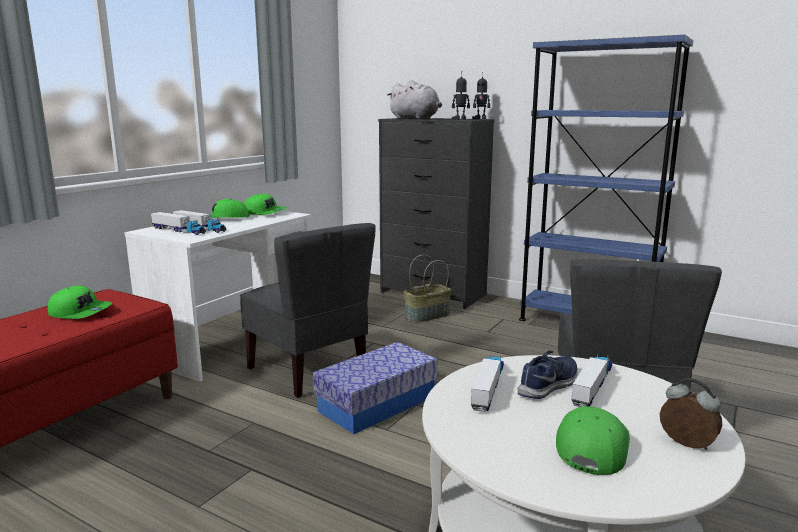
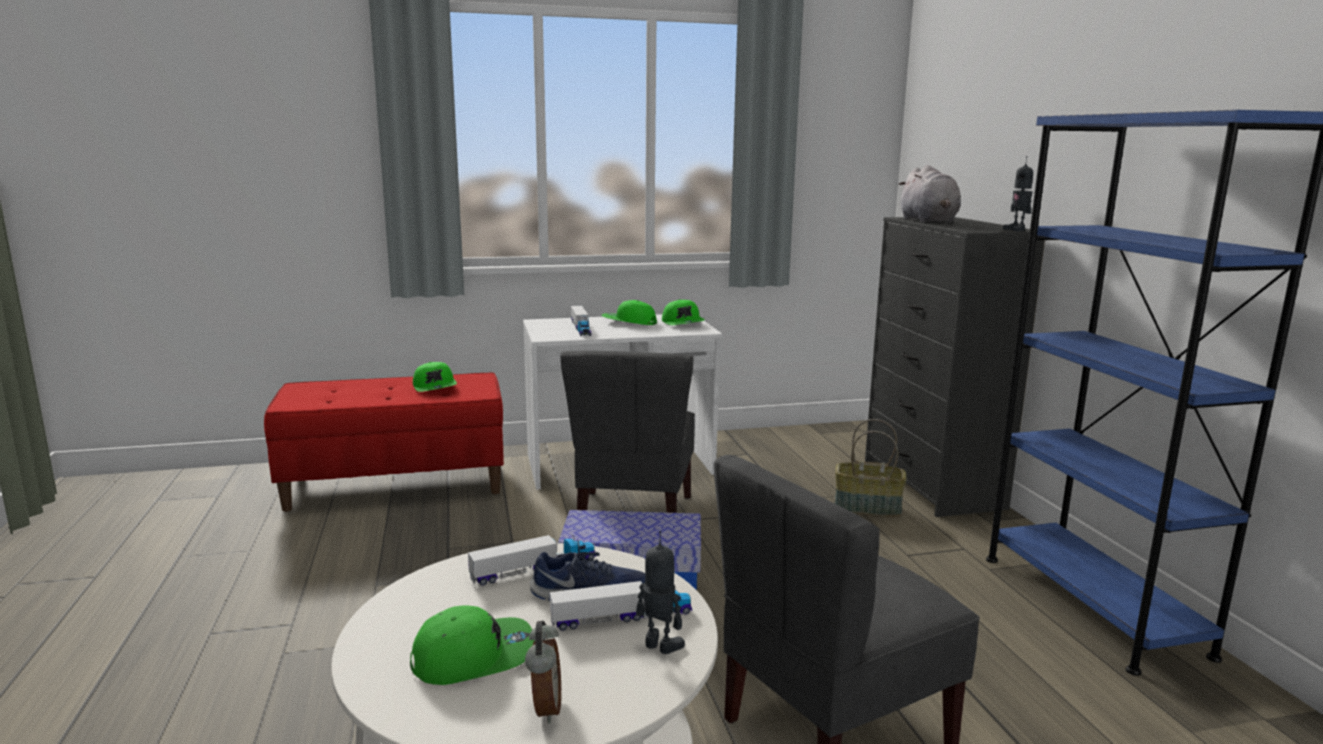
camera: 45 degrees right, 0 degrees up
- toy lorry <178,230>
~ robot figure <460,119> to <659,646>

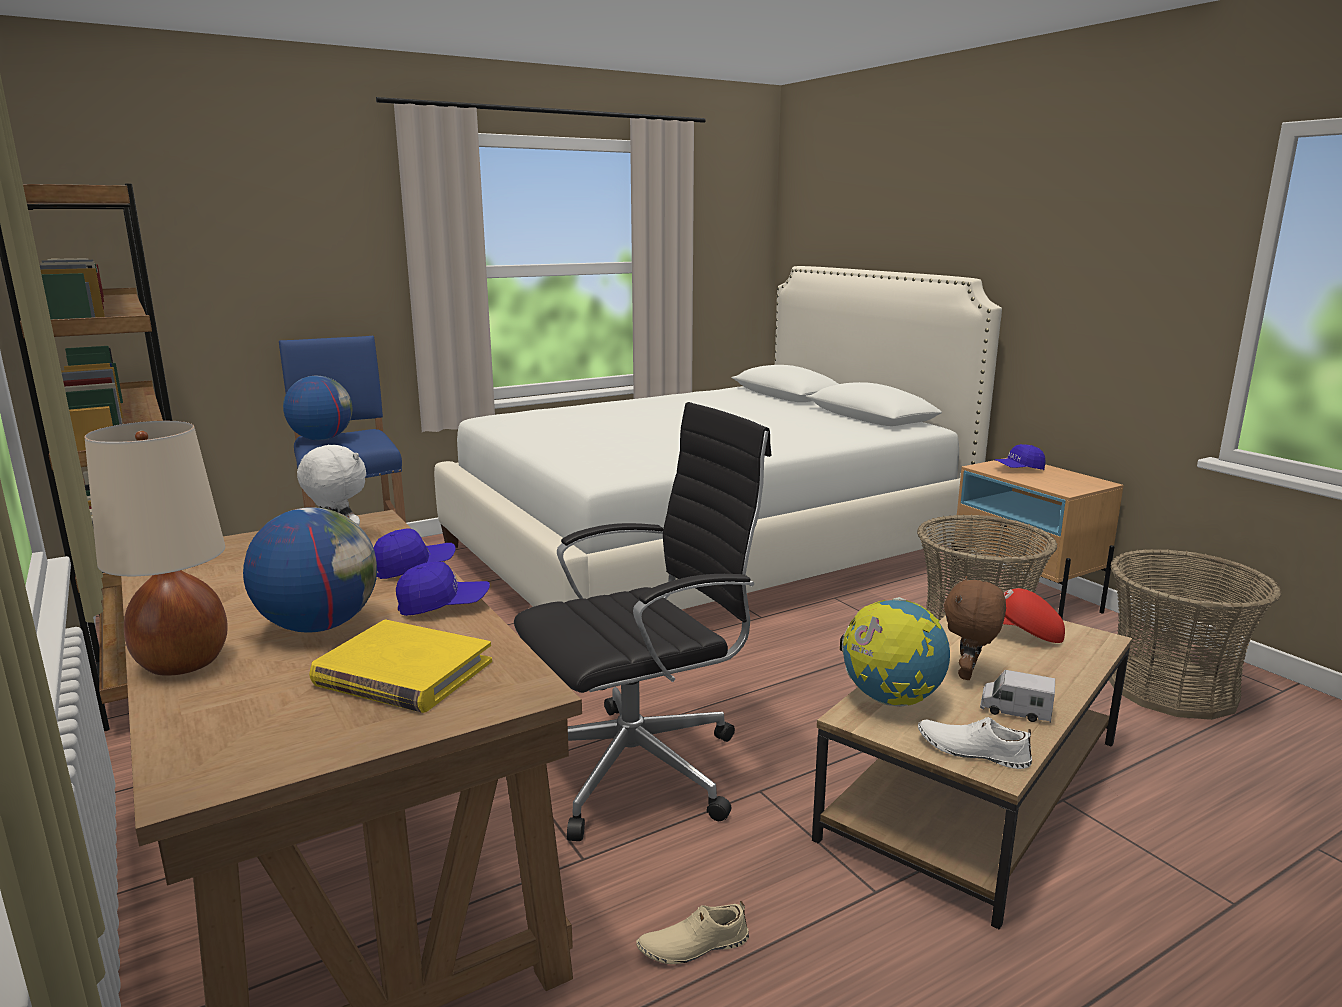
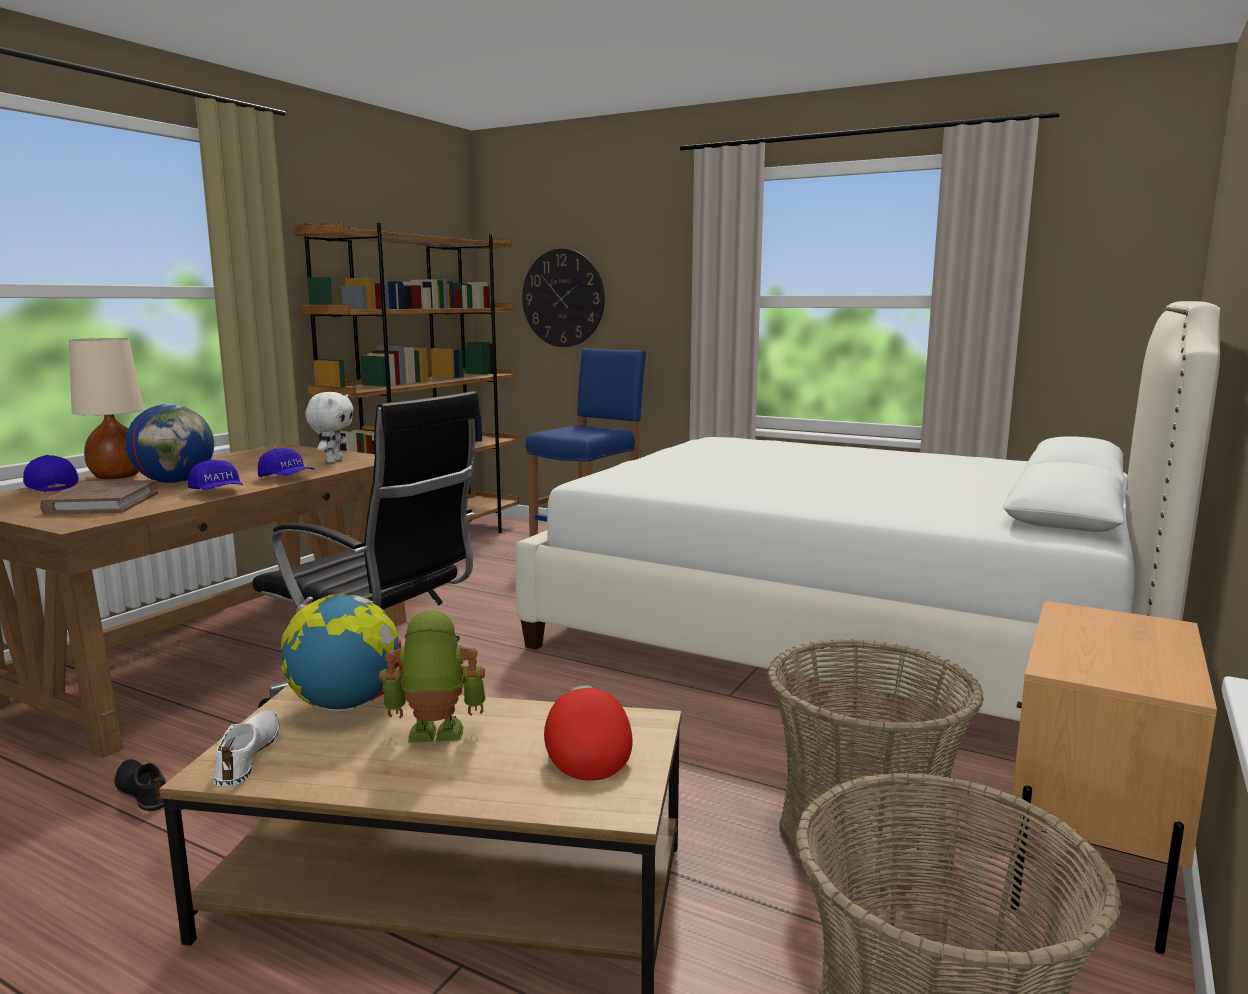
camera: 60 degrees right, 5 degrees down
- globe <321,439>
~ yellow bound book <402,673> to brown bound book <102,503>
~ beige item of footwear <693,945> to black-coloured item of footwear <143,791>
~ brown plush toy <968,674> to robot figure <434,735>
- toy lorry <1015,710>
~ blue-coloured cap <1019,469> to <50,486>
+ wall clock <563,298>

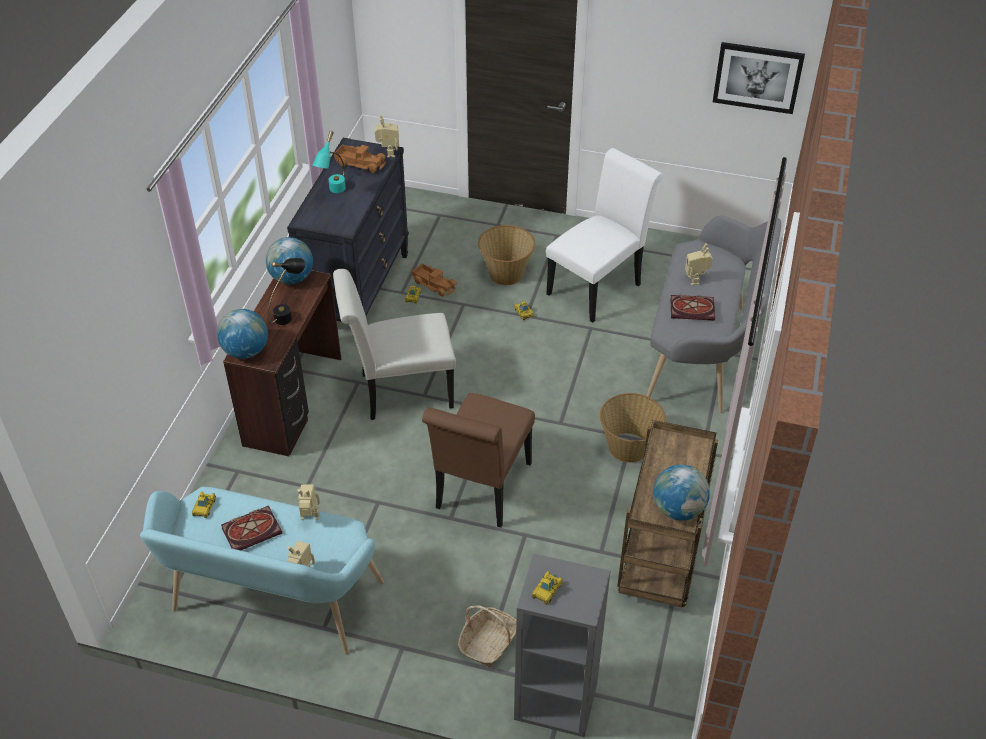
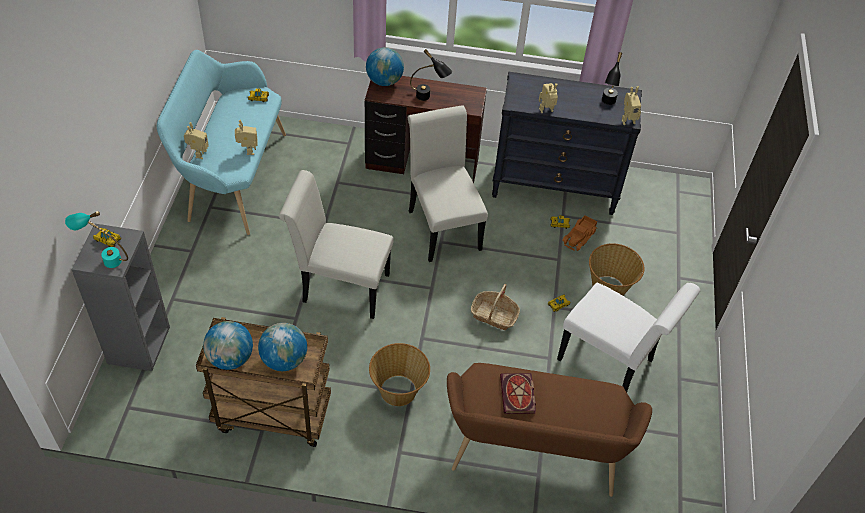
camera: 80 degrees right, 5 degrees up
- bound book <252,529>
~ globe <291,278> to <284,360>
~ turquoise tabletop lamp <333,193> to <104,259>
~ toy lorry <360,163> to black-coloured tabletop lamp <607,104>
~ brown plain chair <481,491> to white-coloured plain chair <339,286>
~ storage basket <488,642> to <494,315>
~ gray indoor bench <703,353> to brown indoor bench <533,456>
~ robot figure <696,280> to <546,111>
- wall picture <757,77>

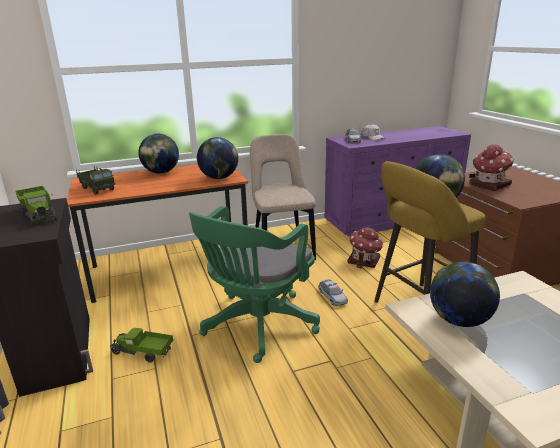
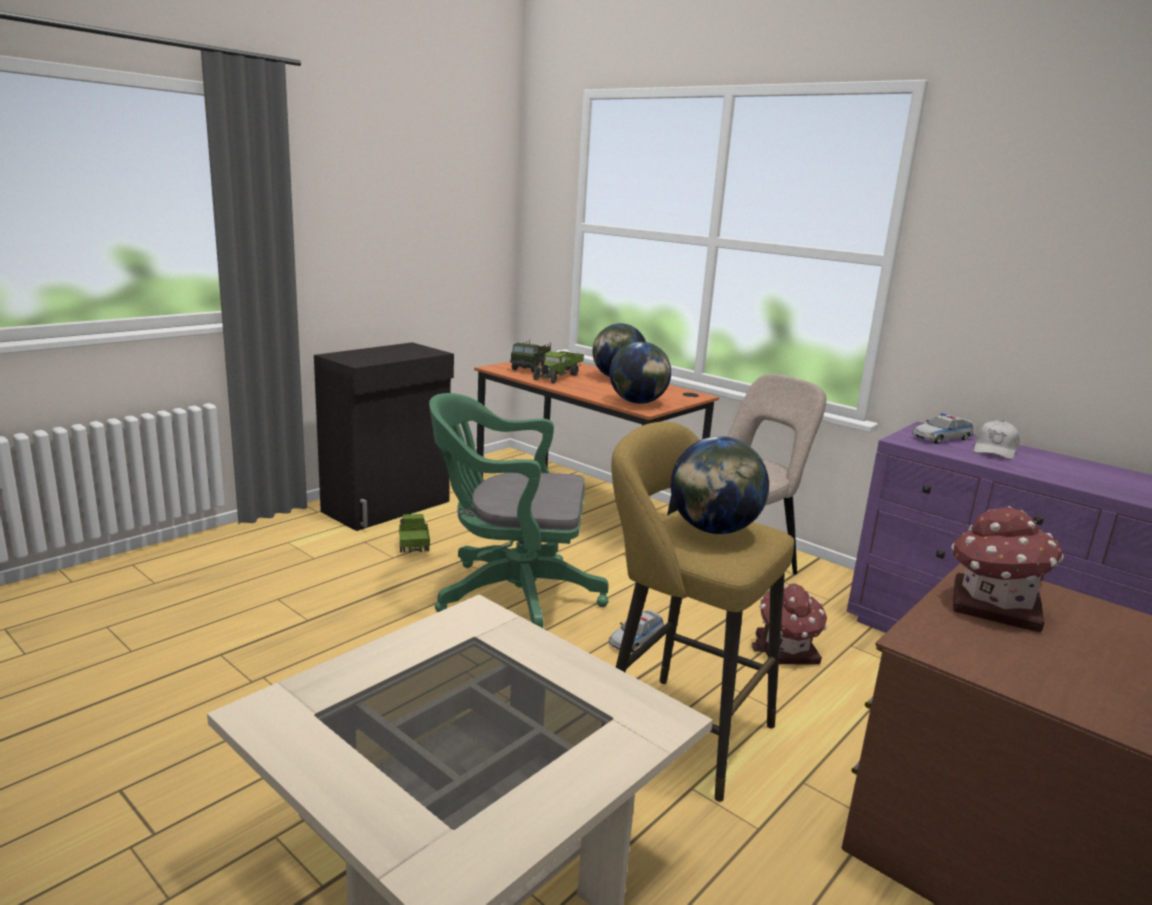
camera: 60 degrees right, 5 degrees down
~ toy lorry <39,214> to <558,376>
- globe <459,321>

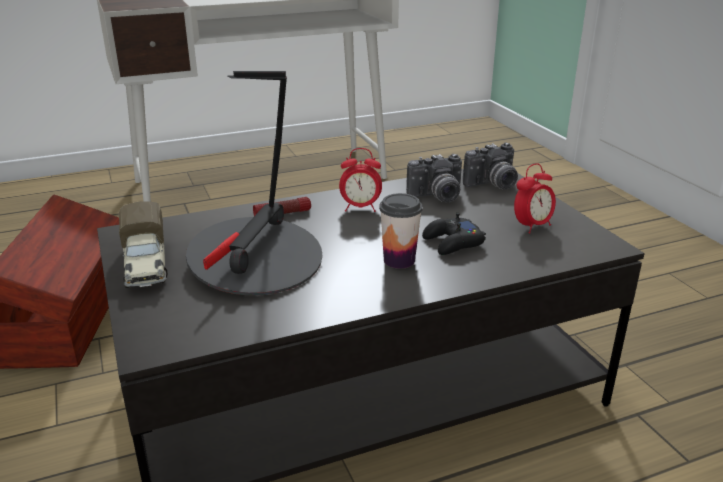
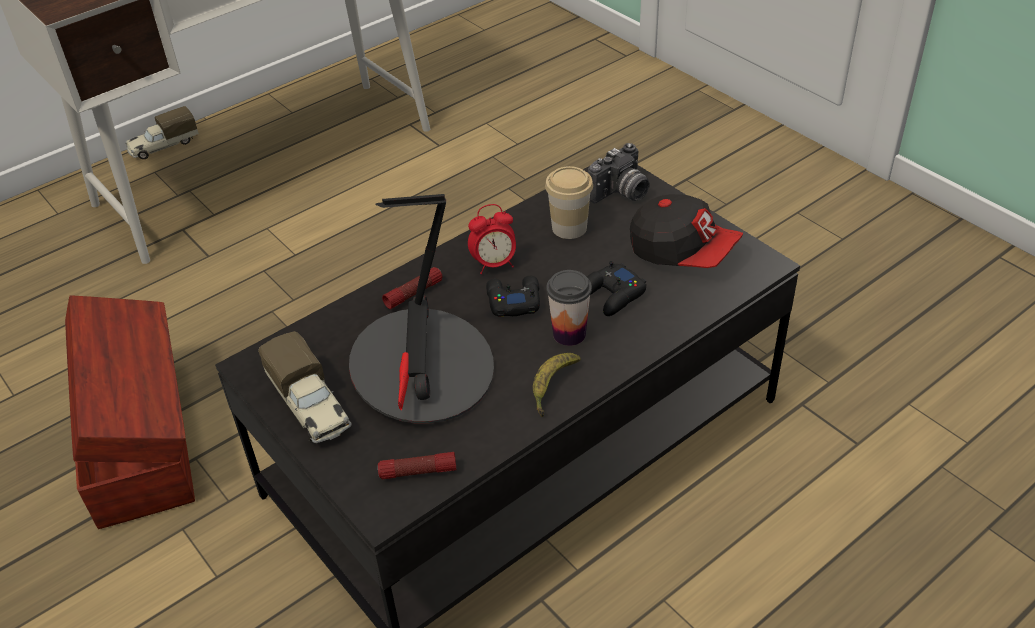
camera: 15 degrees left, 15 degrees up
~ photo camera <437,197> to drinking cup <569,228>
~ alarm clock <532,226> to cap <683,252>
+ toy lorry <163,146>
+ hand torch <418,472>
+ black-coloured game controller <513,301>
+ whole banana <552,387>

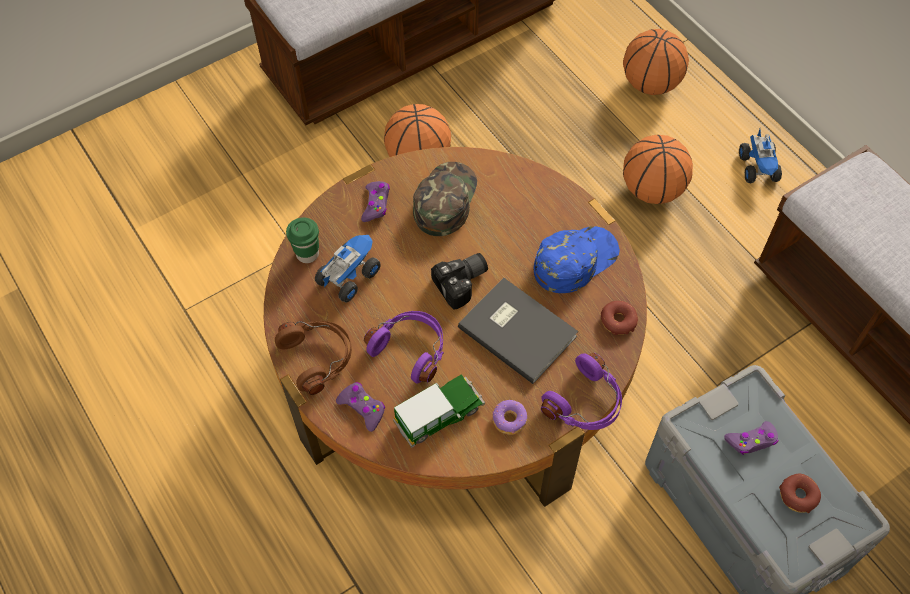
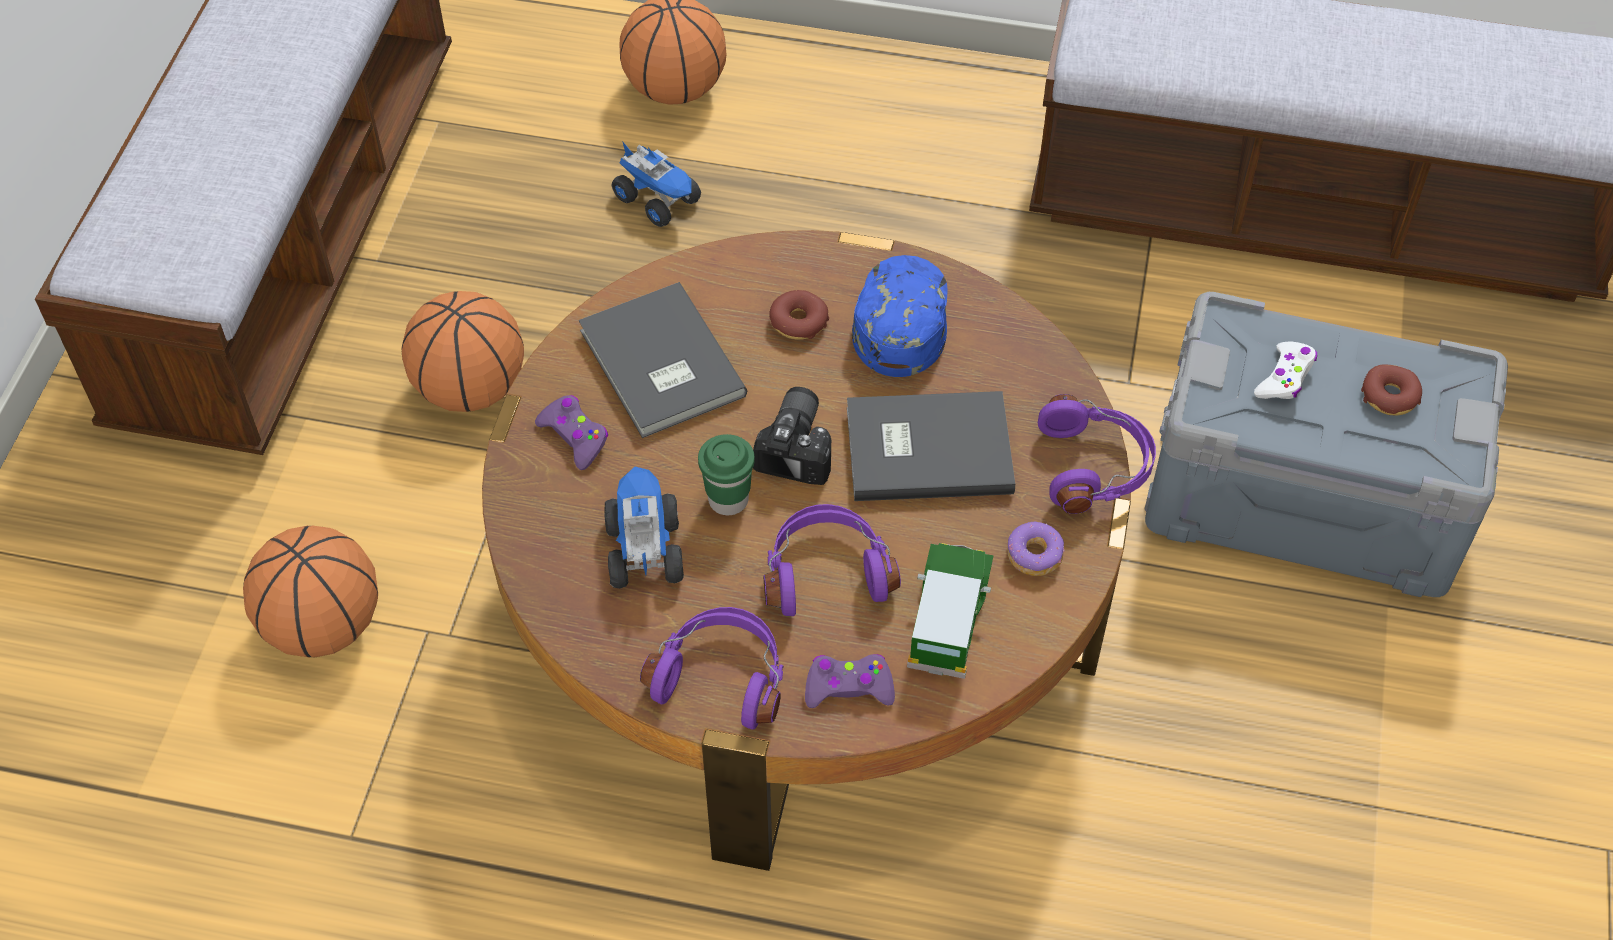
camera: 45 degrees left, 5 degrees down
~ brown pair of headphones <319,357> to purple-coloured pair of headphones <722,676>
~ green drinking cup <307,254> to <728,500>
~ green cap <444,200> to gray bound book <659,366>
~ doughnut <618,321> to <798,322>
~ ball for basketball <652,190> to <323,626>
~ purple-coloured game controller <751,441> to white-coloured game controller <1285,378>
~ toy lorry <758,168> to <658,200>

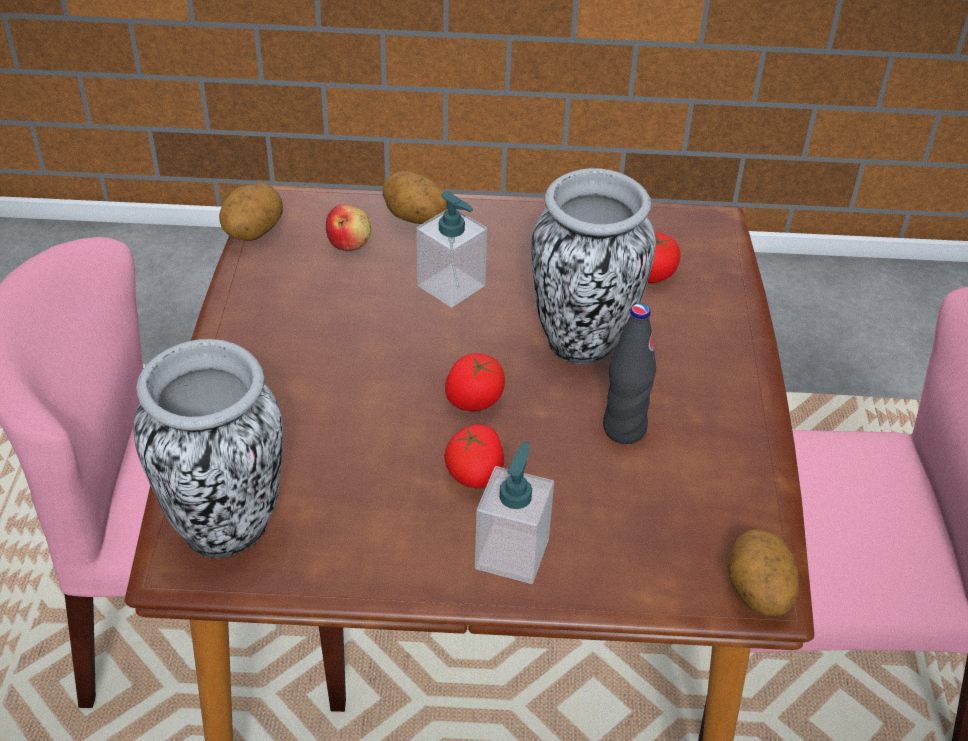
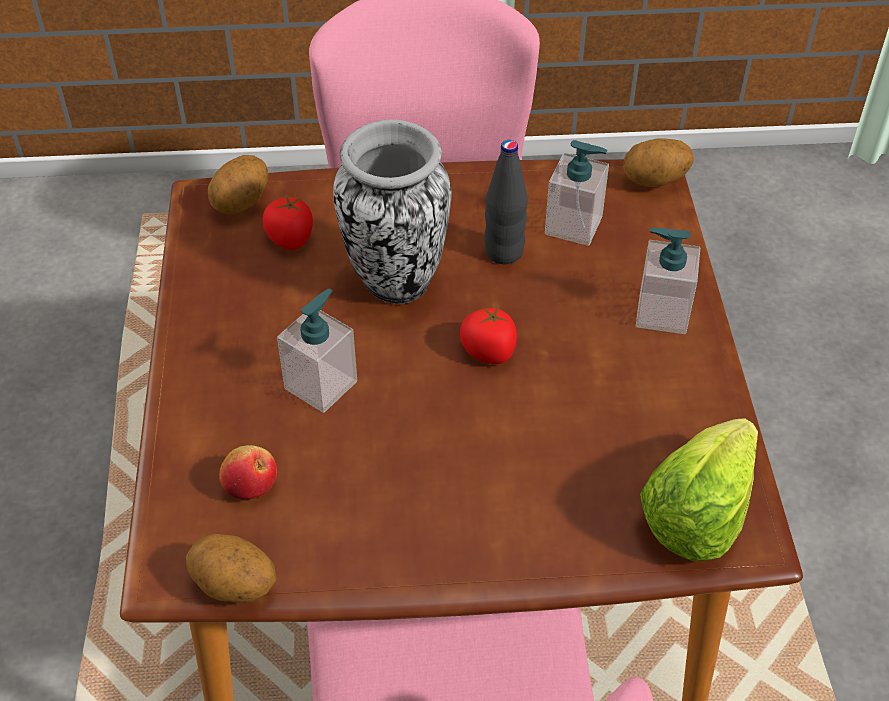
camera: 95 degrees left, 5 degrees up
~ decorative vase <225,527> to head of lettuce <697,514>
~ potato <414,219> to <242,203>
- fresh tomato <475,474>
+ soap bottle <574,225>

